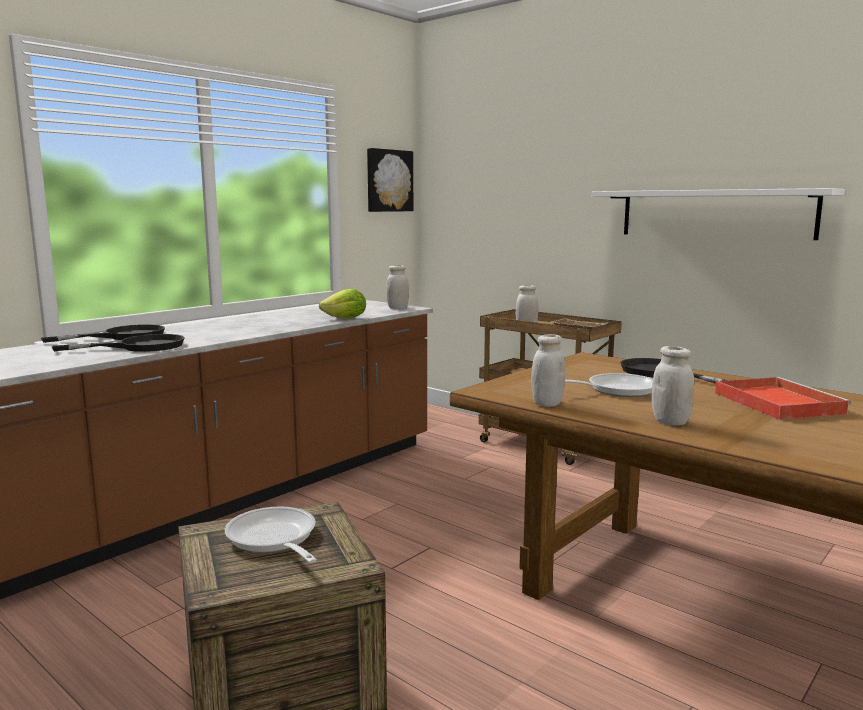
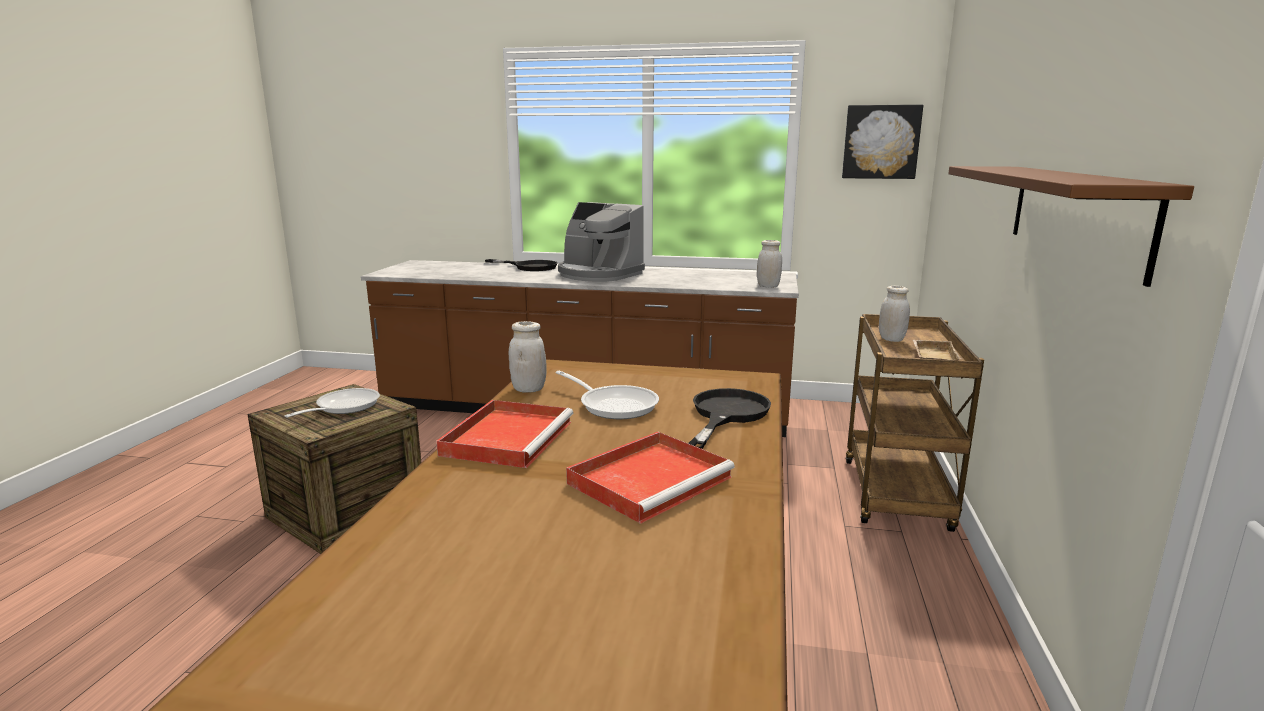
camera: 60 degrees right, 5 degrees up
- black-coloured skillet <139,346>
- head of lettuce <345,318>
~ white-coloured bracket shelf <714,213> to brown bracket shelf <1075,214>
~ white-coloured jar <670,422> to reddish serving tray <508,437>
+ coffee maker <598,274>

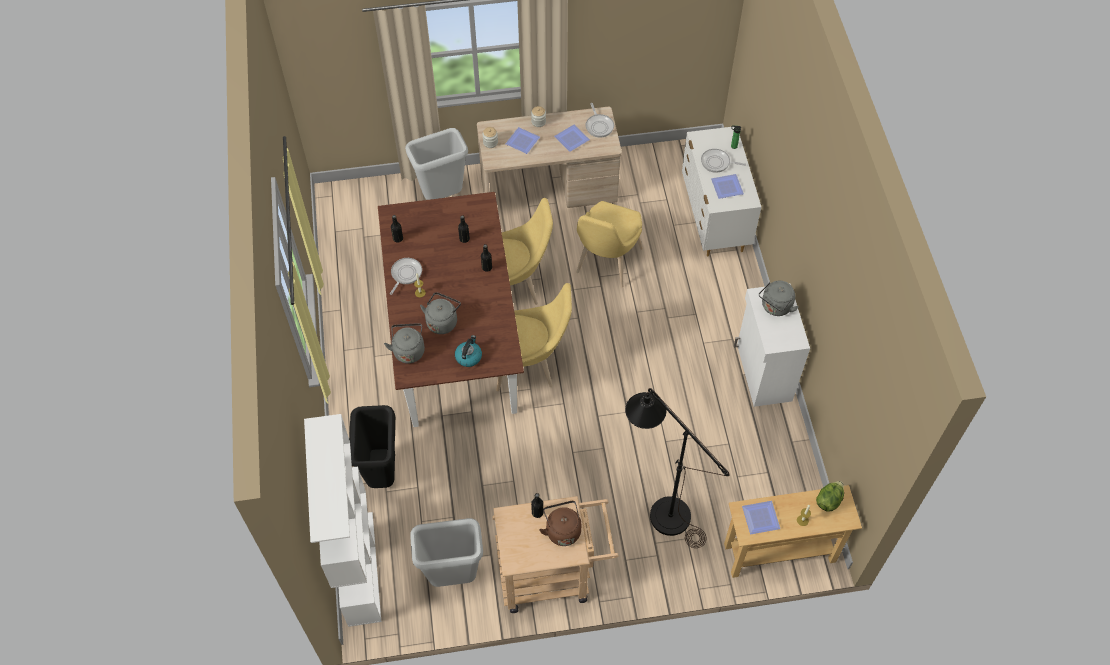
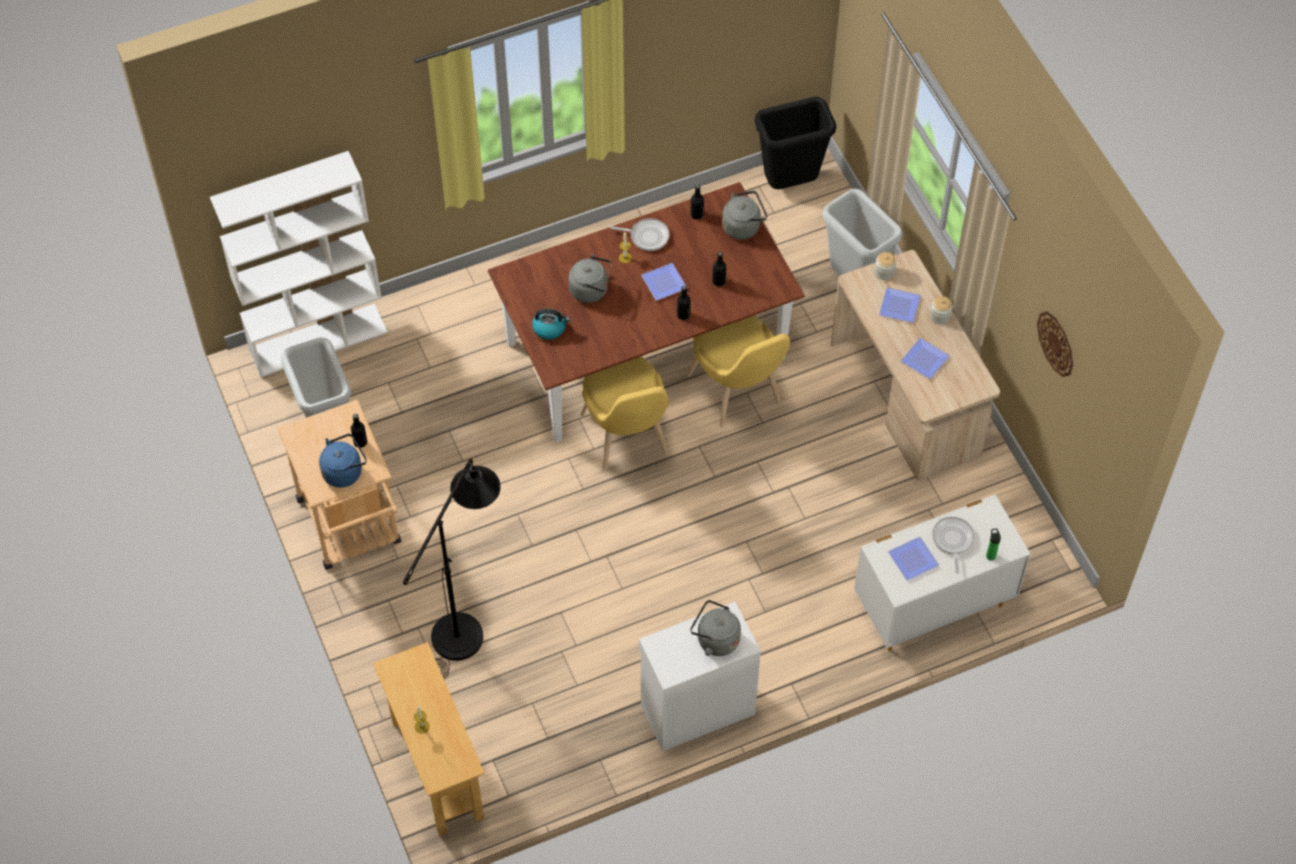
camera: 75 degrees right, 0 degrees up
~ black-coloured waste bin <383,474> to <790,185>
~ gray kettle <408,350> to <743,226>
~ brown kettle <562,530> to blue-coloured kettle <344,471>
- yellow plain chair <606,264>
- skillet <599,126>
~ dinner plate <761,517> to <666,283>
- head of lettuce <828,500>
+ wall clock <1056,343>

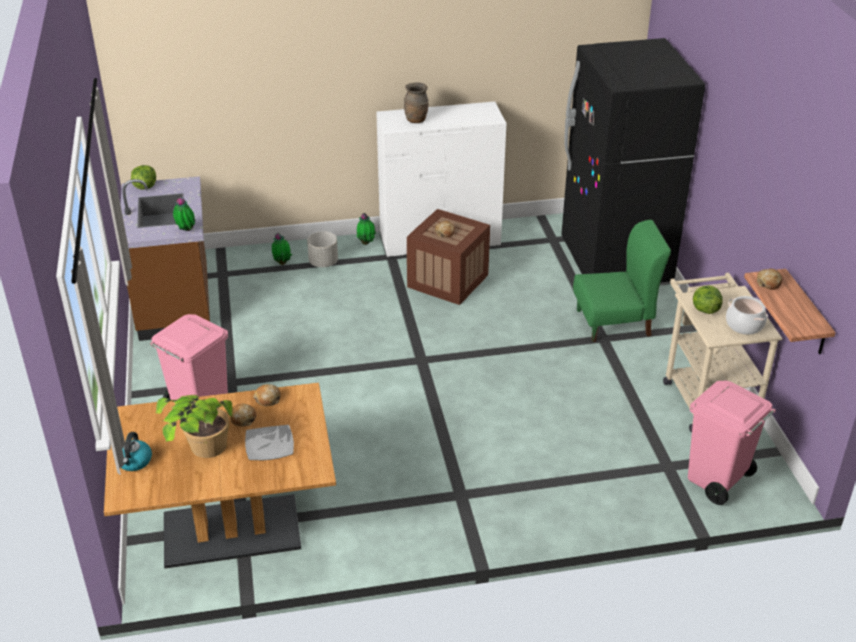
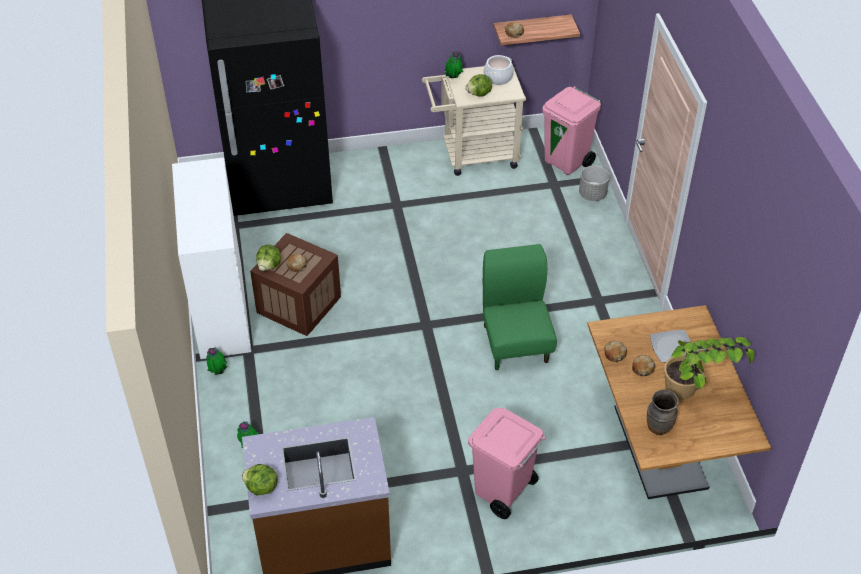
camera: 90 degrees left, 10 degrees up
- kettle <134,462>
~ plant in a pot <186,231> to <453,78>
~ gray planter <323,263> to <592,194>
~ brown decorative vase <416,120> to <658,426>
~ green plain chair <614,323> to <515,343>
+ head of lettuce <269,266>

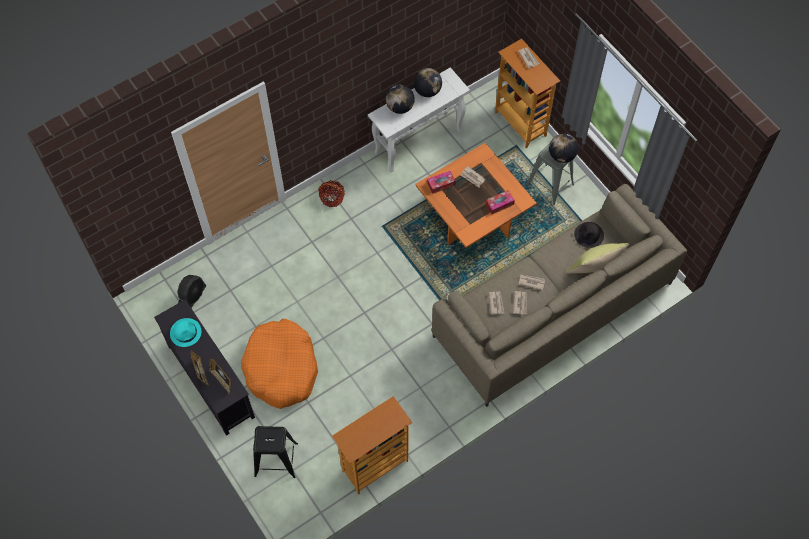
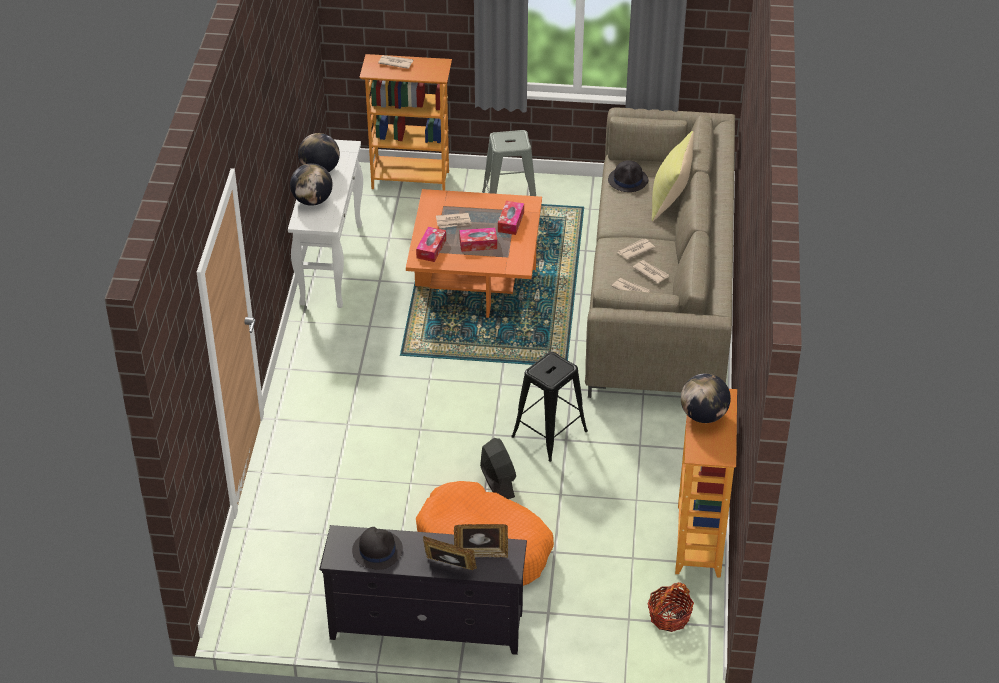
camera: 50 degrees left, 20 degrees down
~ turquoise clothing hat <186,332> to black-coloured clothing hat <377,550>
~ black-coloured cooling fan <192,296> to <497,482>
~ black-coloured stool seat <276,459> to <549,433>
~ storage basket <332,197> to <669,617>
~ globe <561,156> to <703,415>
+ tissue holder <478,244>

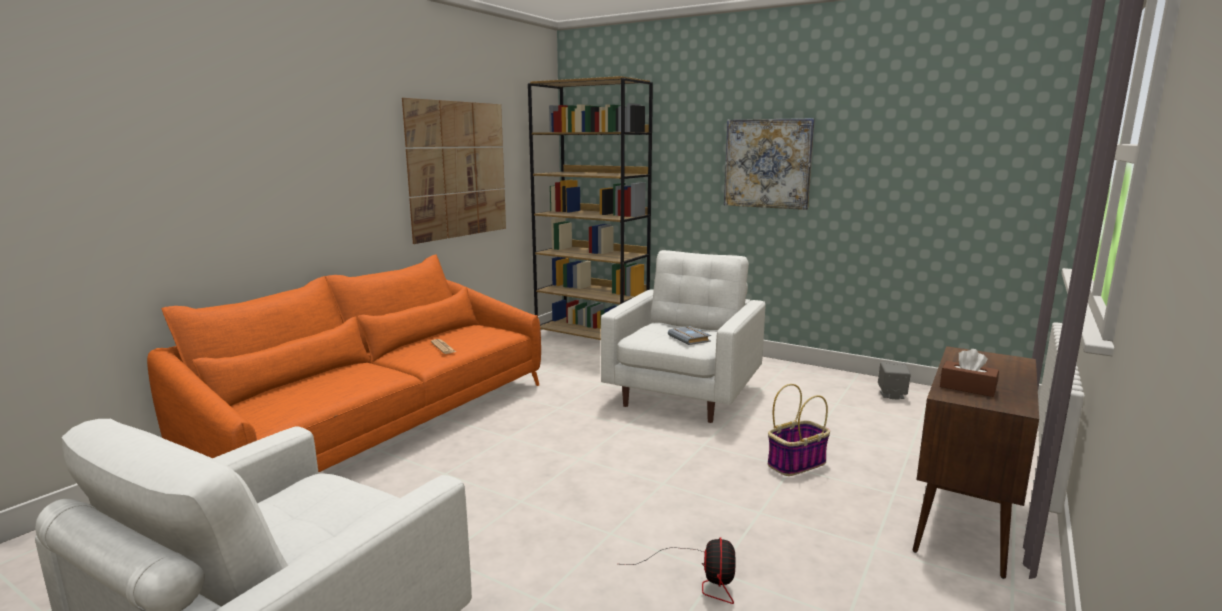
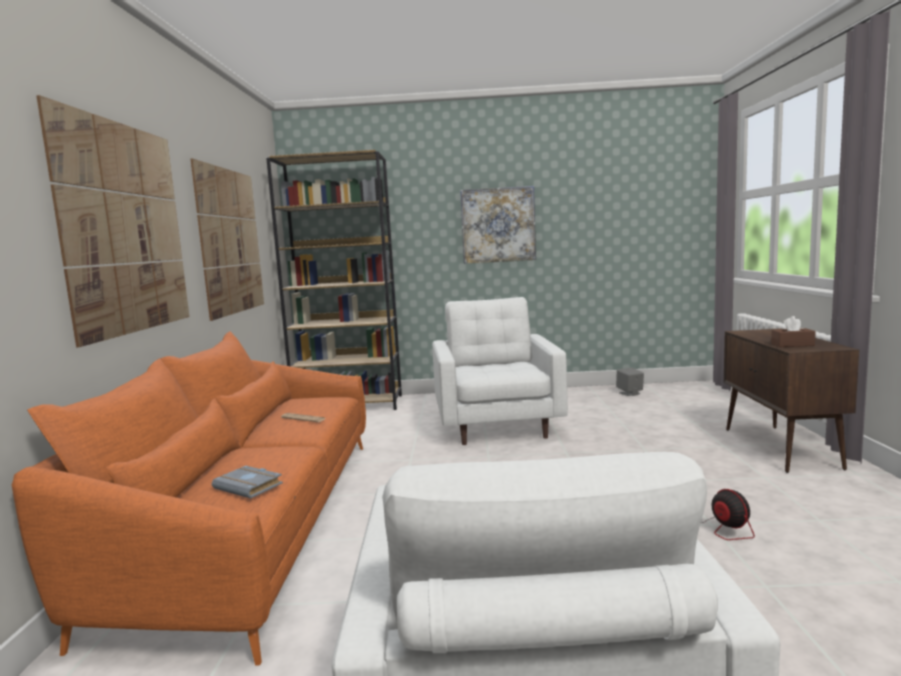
camera: 30 degrees left, 5 degrees down
~ gray bound book <690,339> to <250,486>
- storage basket <797,463>
+ wall picture <125,228>

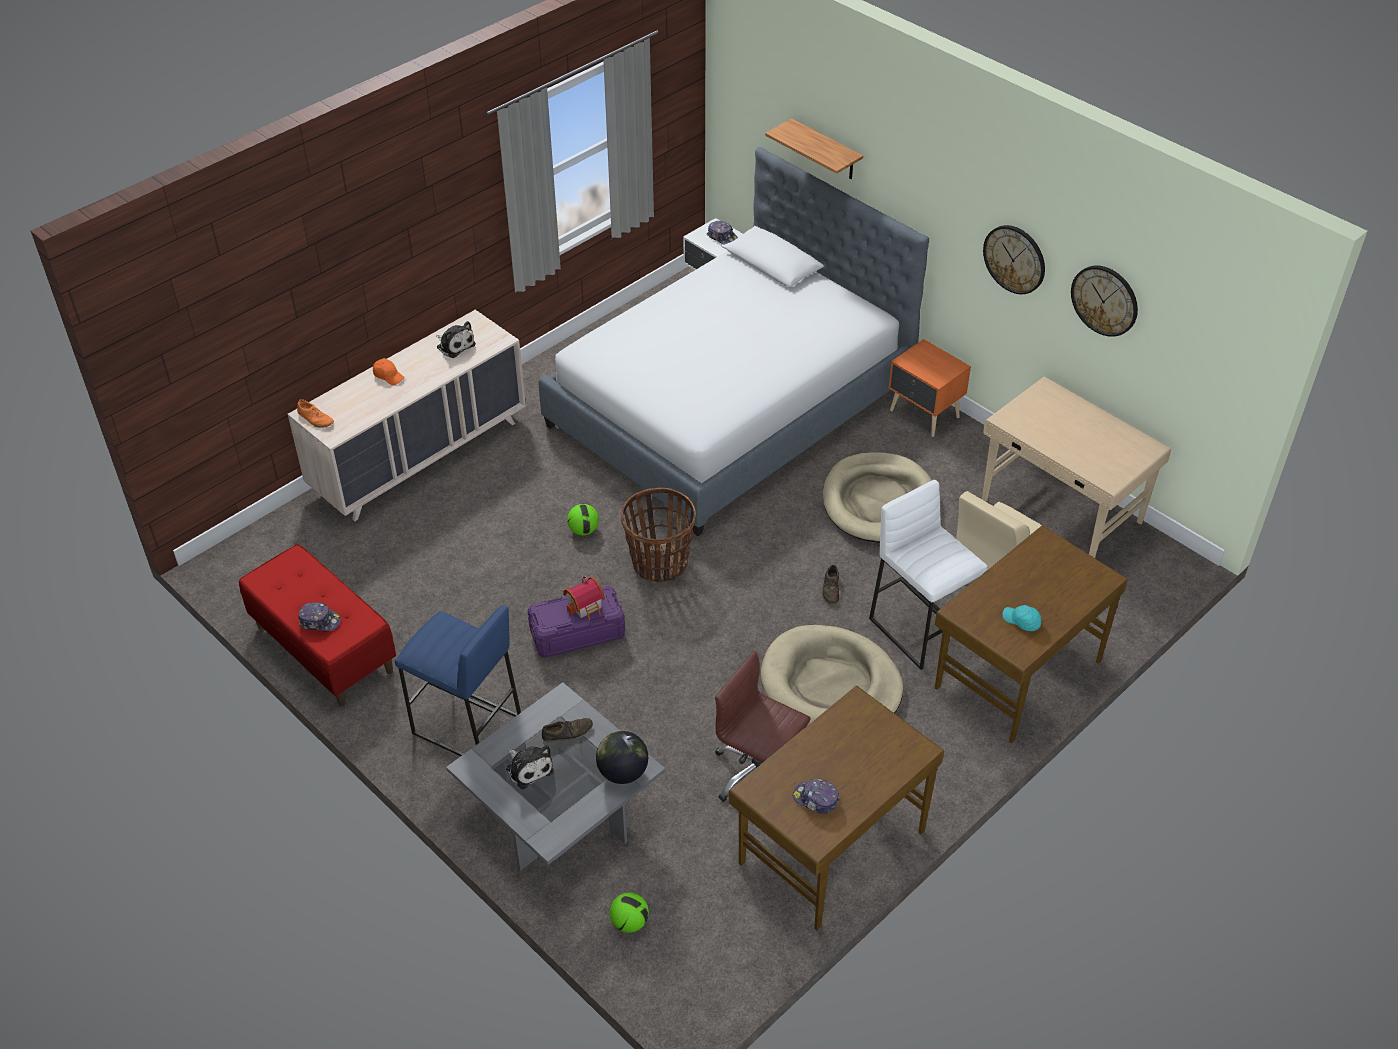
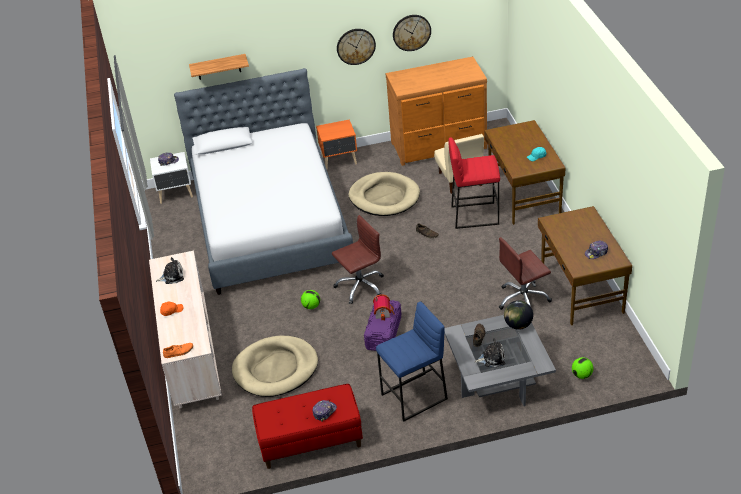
camera: 55 degrees left, 5 degrees down
~ storage basket <659,564> to brown computer chair <360,286>
~ beige dog bed <830,685> to <276,369>
~ white-coloured stool seat <921,629> to reddish stool seat <475,215>
~ beige desk <1061,512> to brown dresser <439,146>

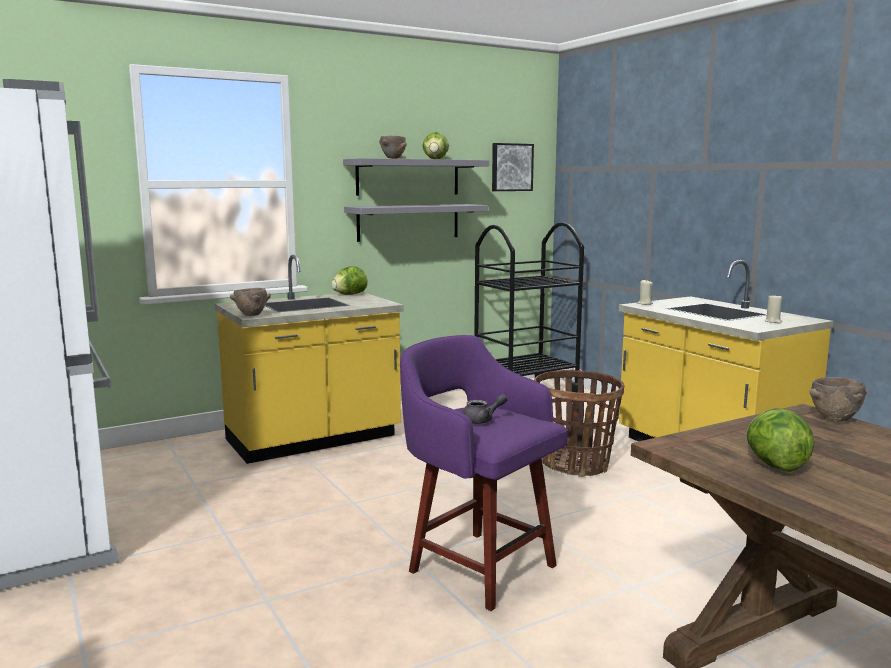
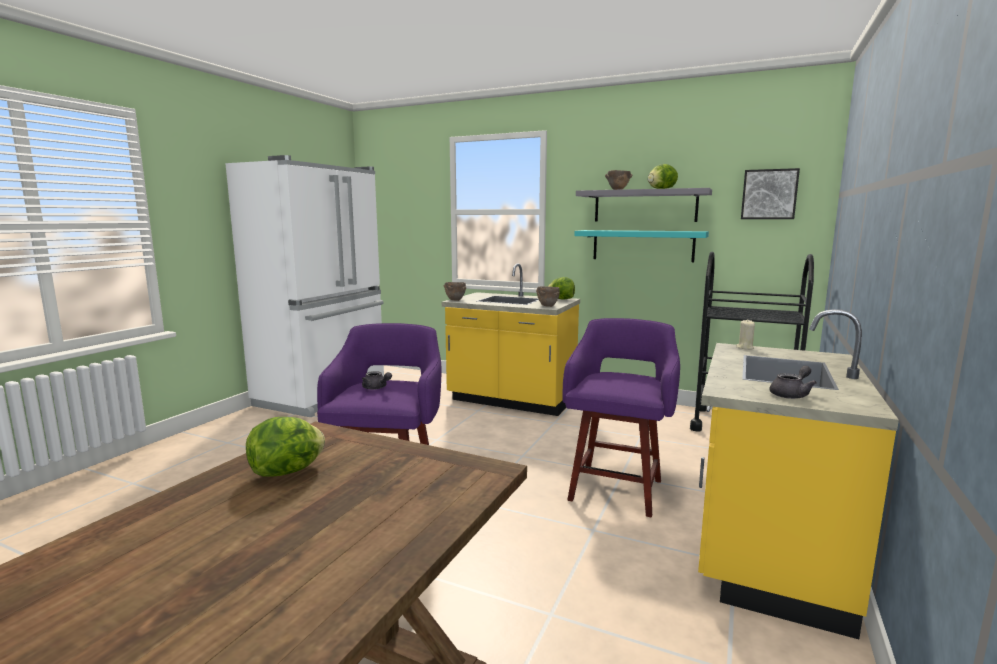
camera: 55 degrees right, 0 degrees up
~ gray bracket shelf <408,222> to turquoise bracket shelf <642,245>
~ storage basket <575,464> to purple-coloured stool seat <616,488>
~ beige wax light <773,321> to gray pot for tea <791,394>
~ brown bowl <835,420> to <548,306>

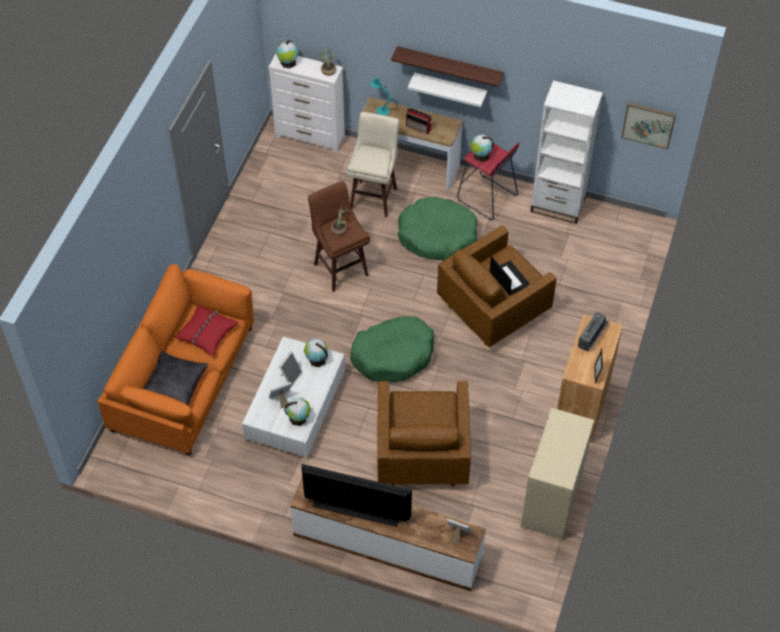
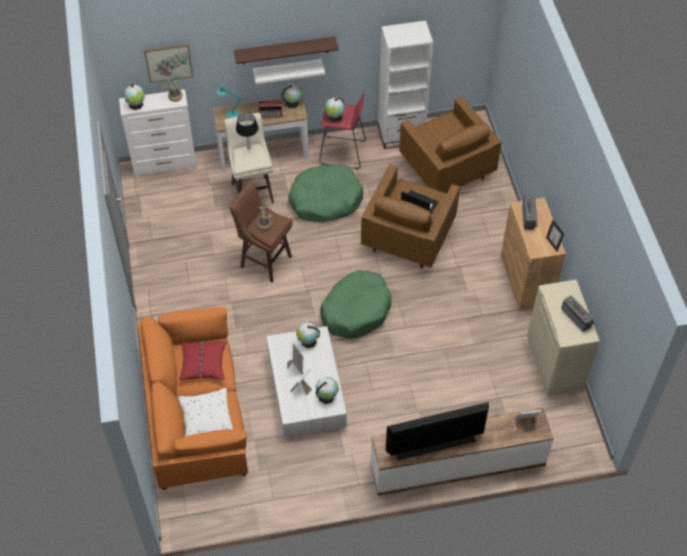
camera: 30 degrees left, 0 degrees up
~ black-coloured cushion <175,384> to white-coloured cushion <206,419>
~ brown easy chair <421,453> to <446,169>
~ wall picture <648,124> to <168,62>
+ tabletop lamp <249,148>
+ globe <293,102>
+ radio set <577,317>

